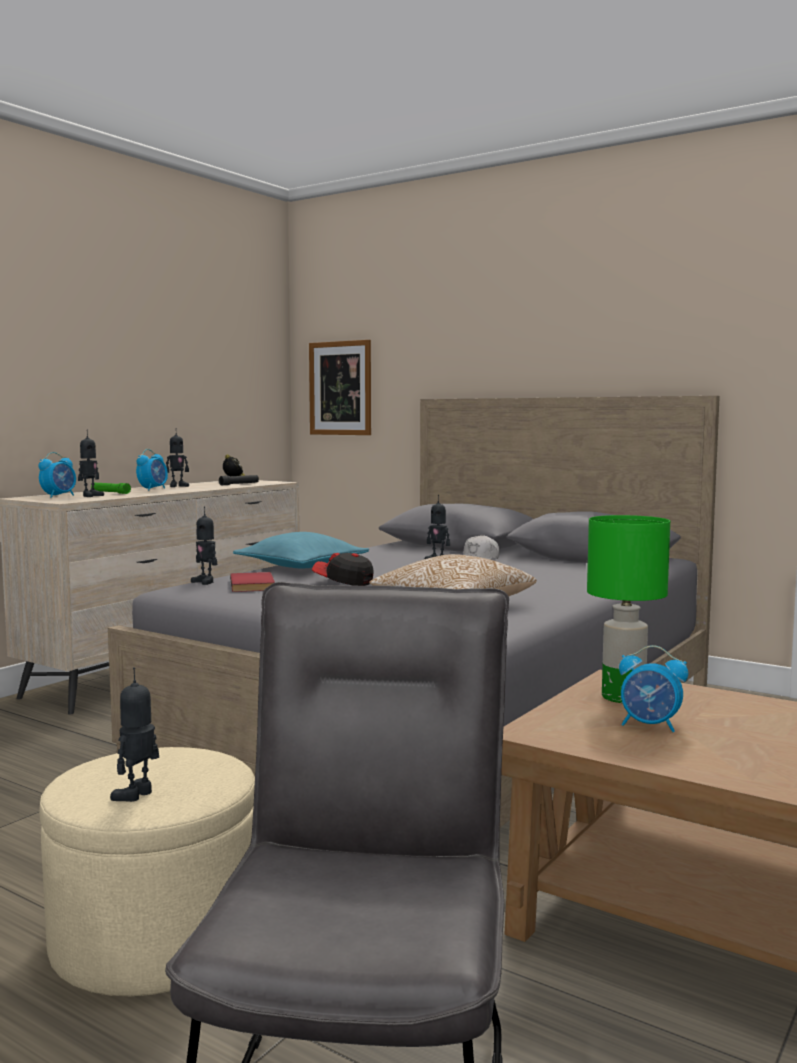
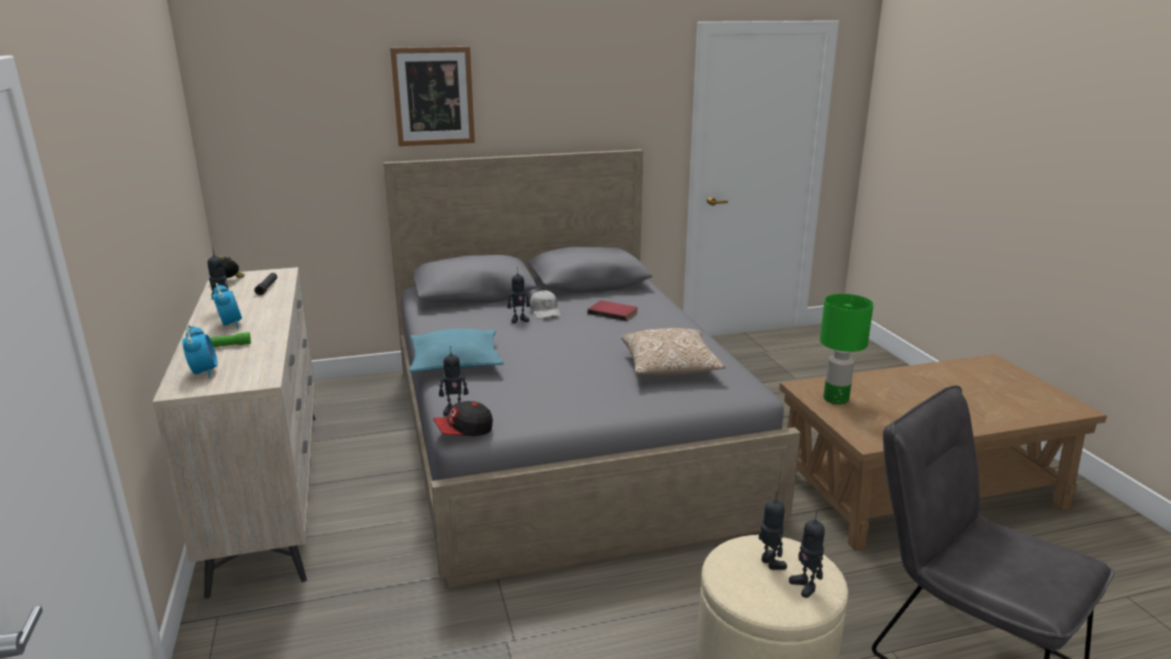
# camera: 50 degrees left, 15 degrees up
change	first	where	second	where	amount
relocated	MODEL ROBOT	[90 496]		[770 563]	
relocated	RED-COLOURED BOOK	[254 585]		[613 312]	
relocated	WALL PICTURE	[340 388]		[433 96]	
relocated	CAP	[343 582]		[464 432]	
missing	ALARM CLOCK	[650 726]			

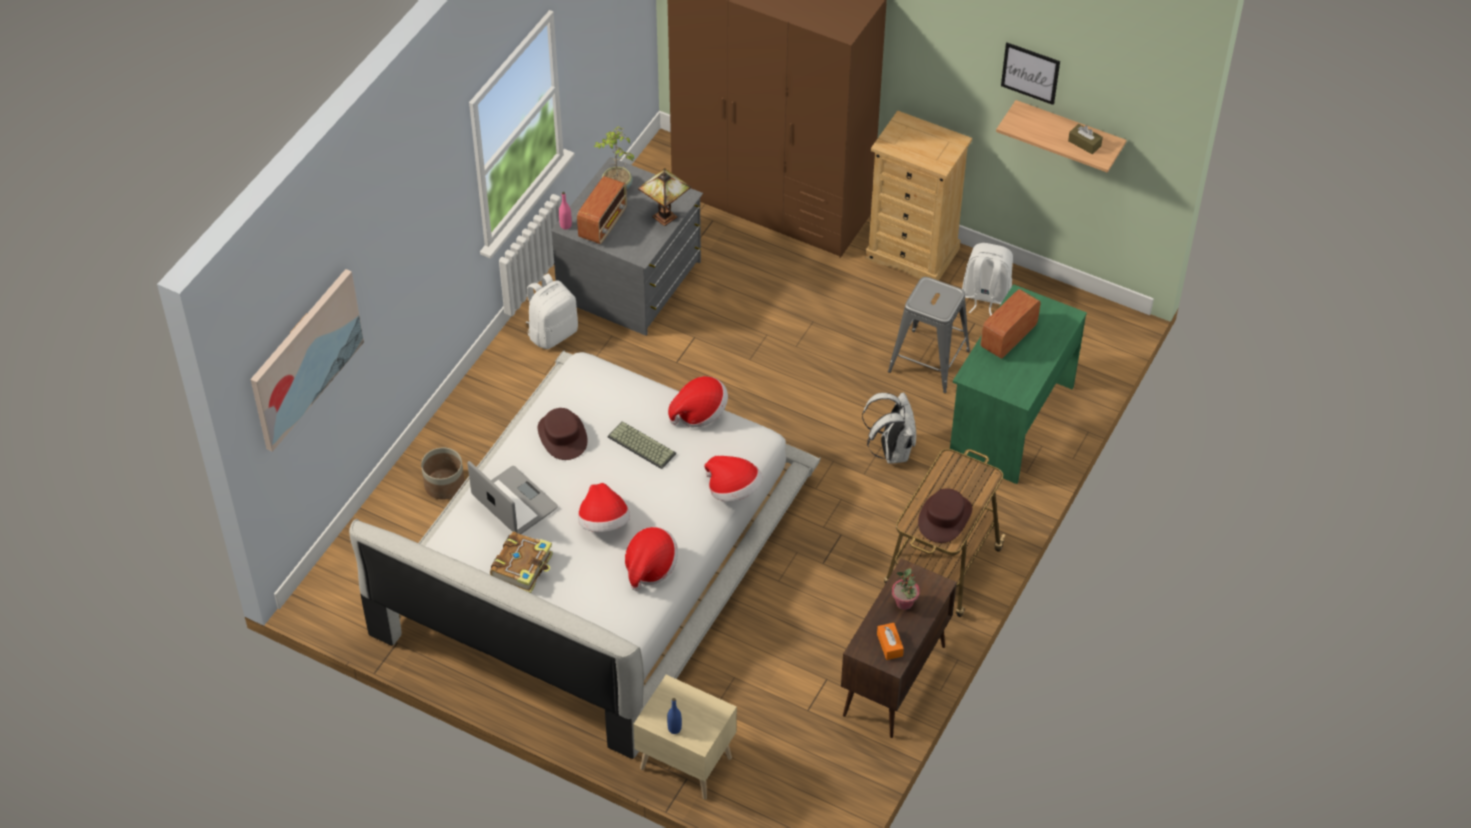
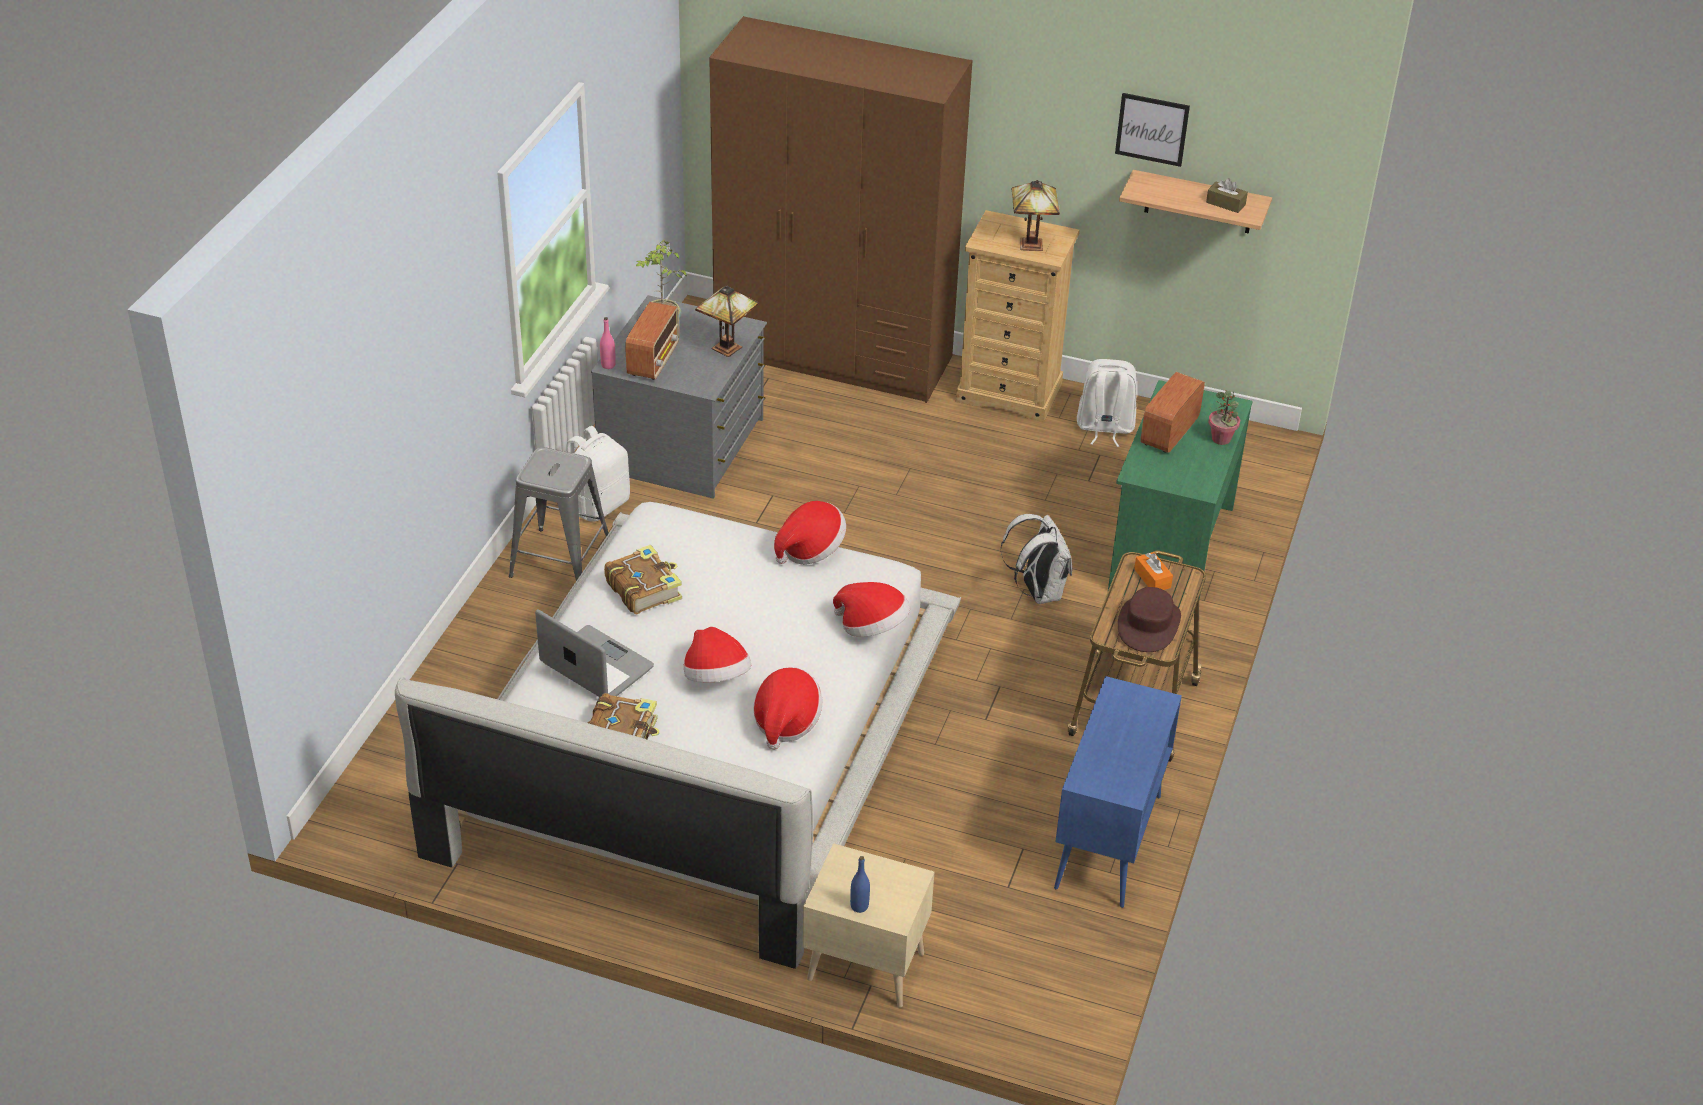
# camera: 10 degrees left, 10 degrees down
change	first	where	second	where	amount
missing	WALL PICTURE	[305 358]			
missing	PLANTER	[444 484]			
exchanged	BROWN CLOTHING HAT	[562 436]	BOOK	[644 588]	
missing	KEYBOARD	[640 446]			
colour	BROWN CABINET	[894 682]	BLUE CABINET	[1108 843]	
relocated	ORANGE BOX OF TISSUES	[889 645]		[1152 578]	
relocated	GRAY SITTING STOOL	[929 361]		[561 561]	
relocated	HOUSEPLANT	[904 603]		[1221 439]	
appeared			TABLETOP LAMP	[1029 243]	

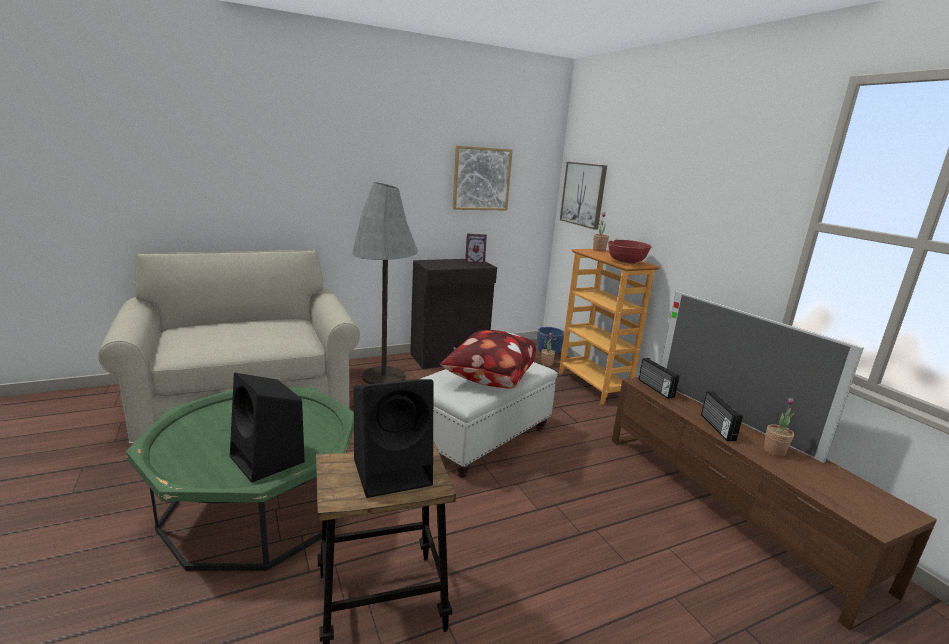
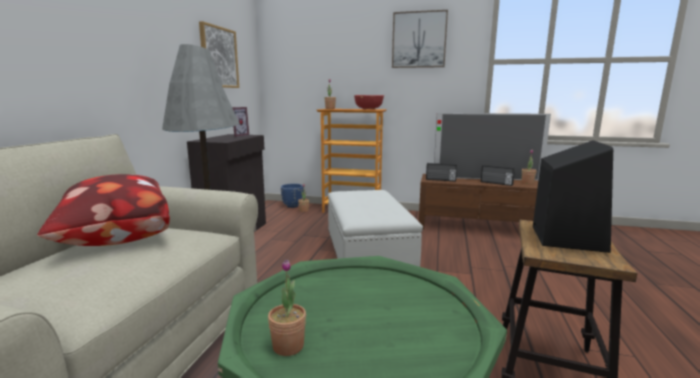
# camera: 50 degrees left, 5 degrees down
change	first	where	second	where	amount
missing	BLACK AUDIO SPEAKER	[268 460]			
relocated	CUSHION	[488 379]		[114 240]	
relocated	WALL PICTURE	[583 194]		[419 40]	
appeared			HOUSEPLANT	[288 346]	

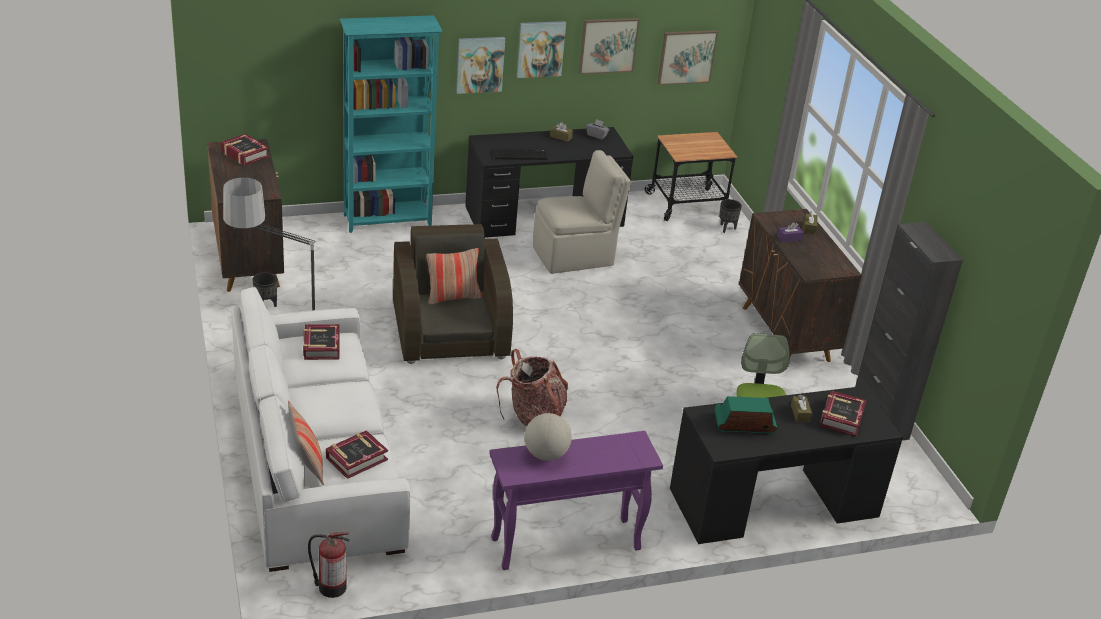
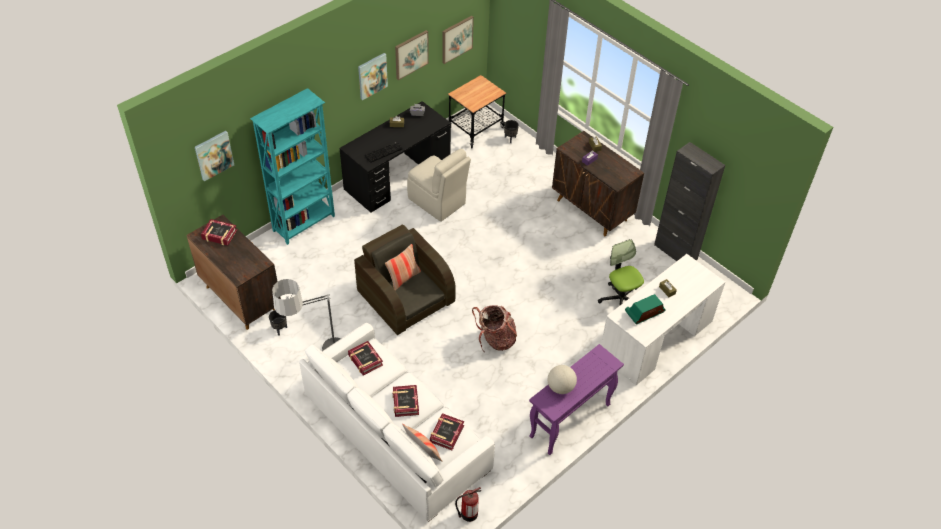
# camera: 25 degrees left, 15 degrees up
change	first	where	second	where	amount
relocated	WALL PICTURE	[480 64]		[214 155]	
spun	BEIGE PLAIN CHAIR	[575 256]		[437 202]	90 degrees clockwise
colour	BLACK DESK	[773 502]	WHITE DESK	[655 337]	
relocated	BOOK	[841 417]		[405 403]	

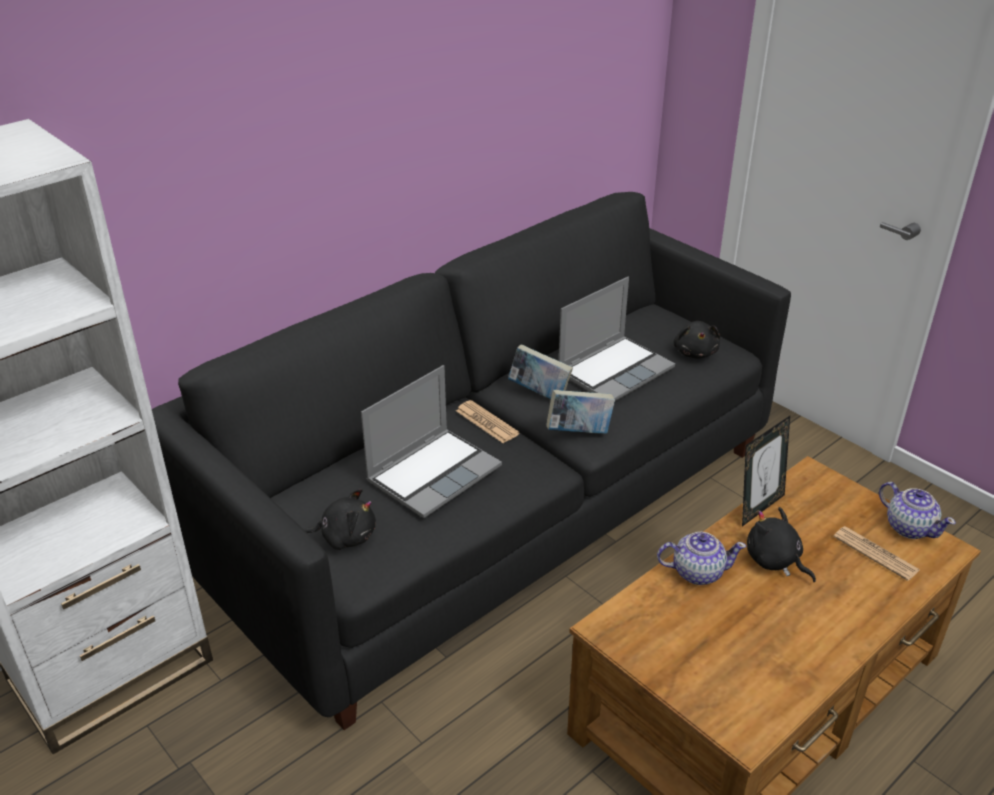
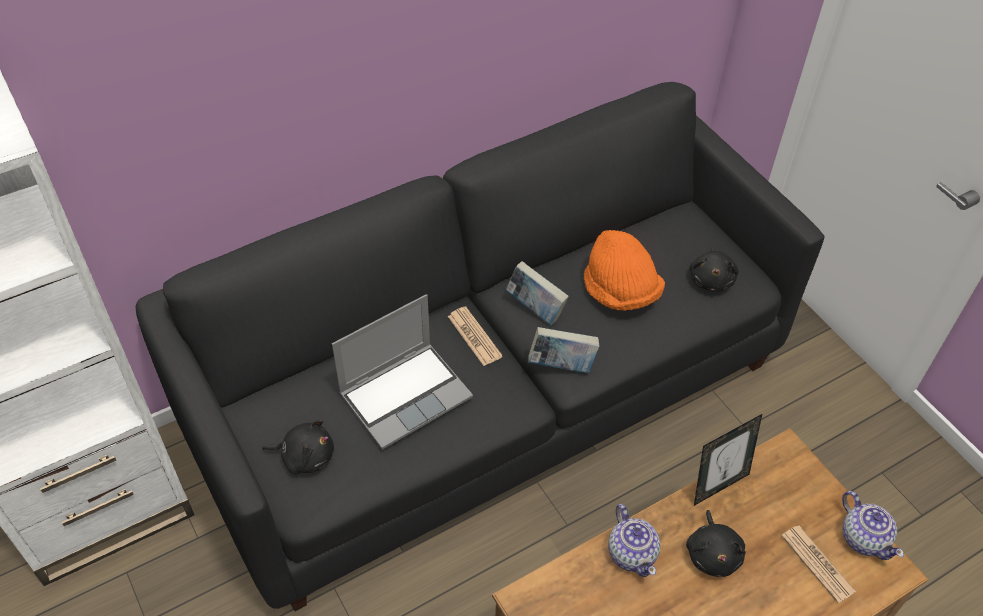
# camera: 10 degrees right, 15 degrees up
change	first	where	second	where	amount
exchanged	NOTEBOOK COMPUTER	[615 370]	ORANGE CLOTHING HAT	[620 292]	
spun	TEA POT	[697 572]		[632 553]	60 degrees clockwise
spun	BLACK CUDDLY TOY	[775 561]		[713 554]	150 degrees counterclockwise

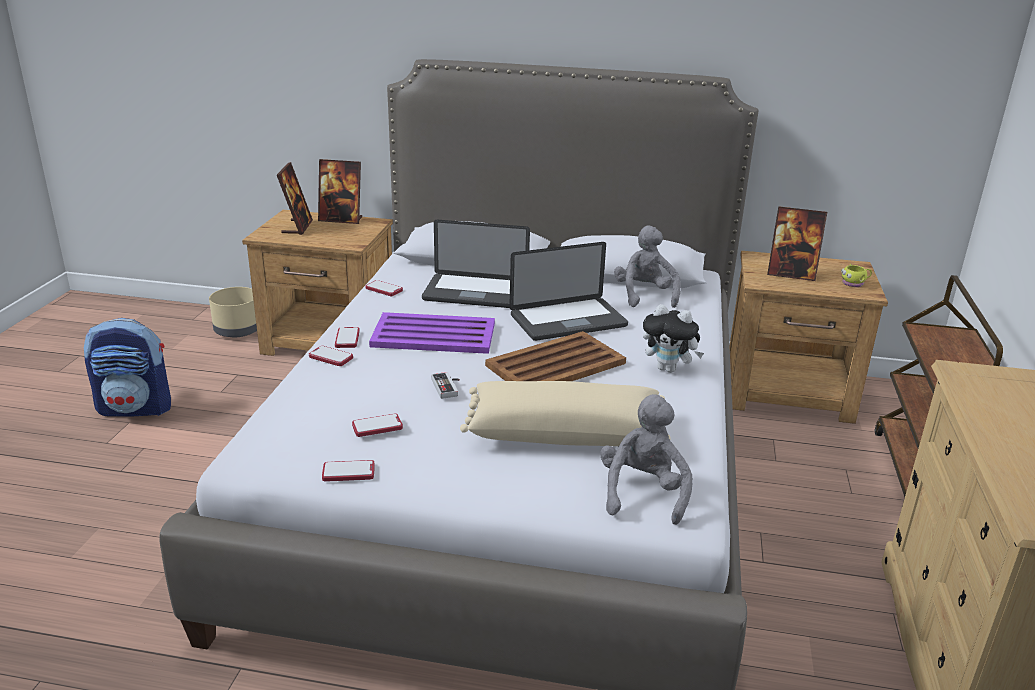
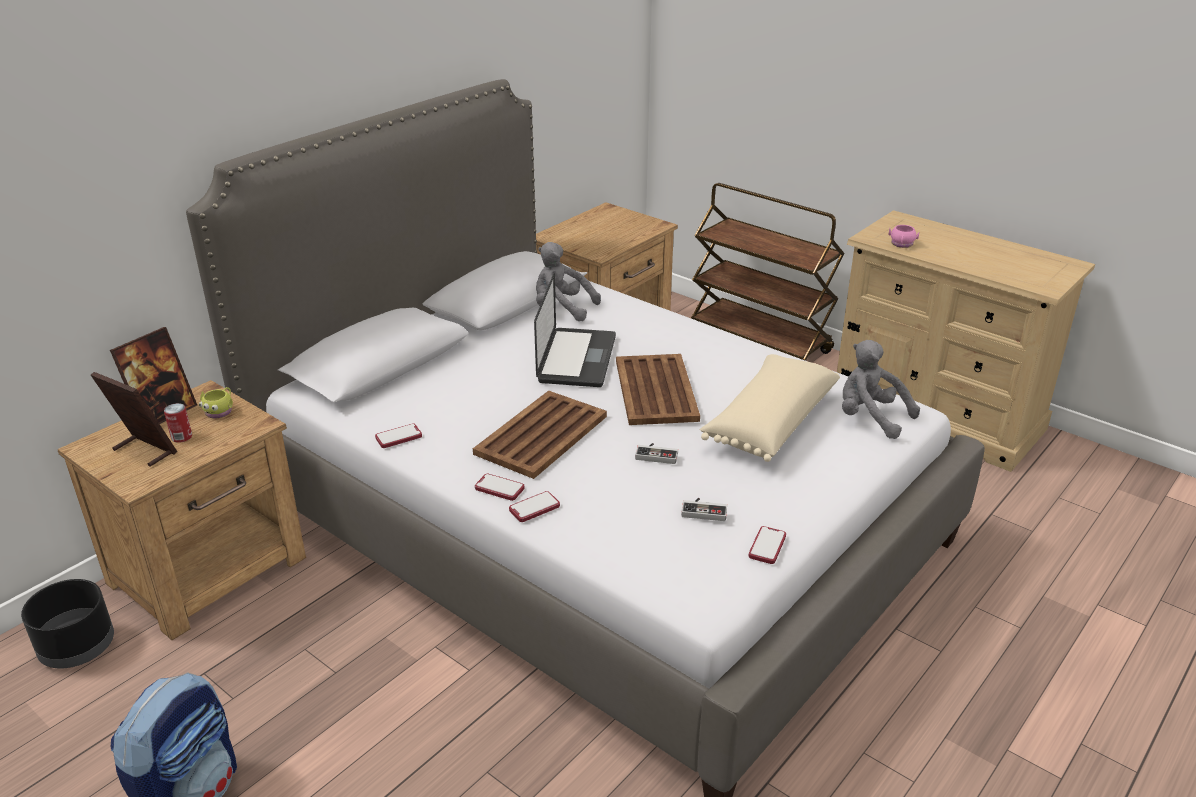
# camera: 60 degrees left, 5 degrees up
change	first	where	second	where	amount
colour	BEIGE PLANTER	[237 330]	BLACK PLANTER	[77 647]	
exchanged	HANDSET	[377 426]	JOYPAD	[704 510]	
colour	PURPLE TRAY	[432 335]	BROWN TRAY	[540 435]	
missing	NOTEBOOK COMPUTER	[475 293]			
missing	CUDDLY TOY	[669 369]			
missing	PICTURE FRAME	[791 274]			
relocated	YELLOWISH COFFEE MUG	[854 283]		[220 411]	
appeared			CAN	[181 437]	
appeared			PINK COFFEE MUG	[901 244]	

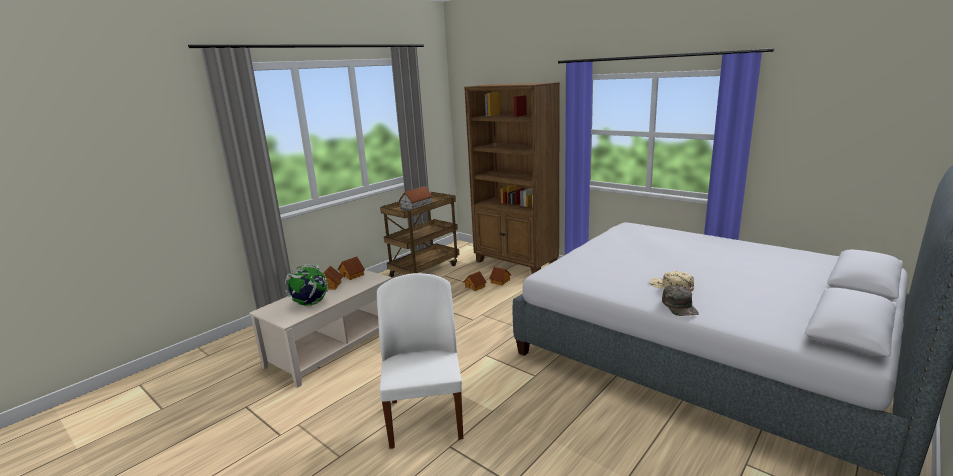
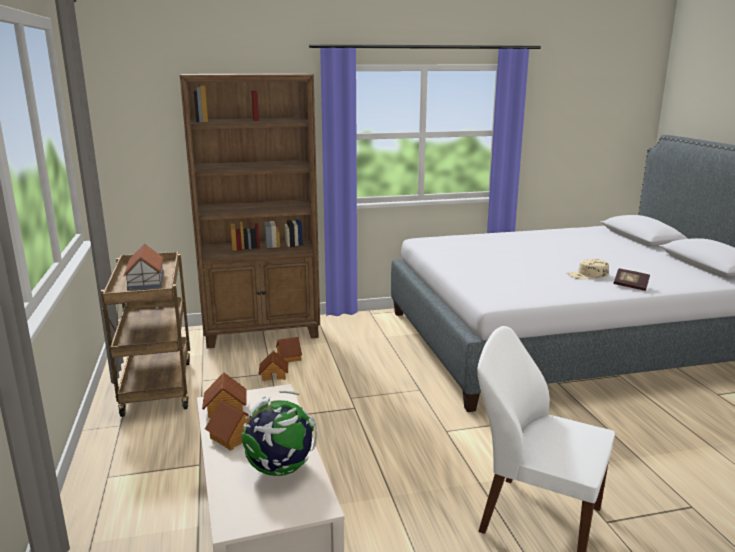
# camera: 55 degrees left, 0 degrees up
change	first	where	second	where	amount
exchanged	GREEN-COLOURED CAP	[680 306]	BOOK	[630 286]	

